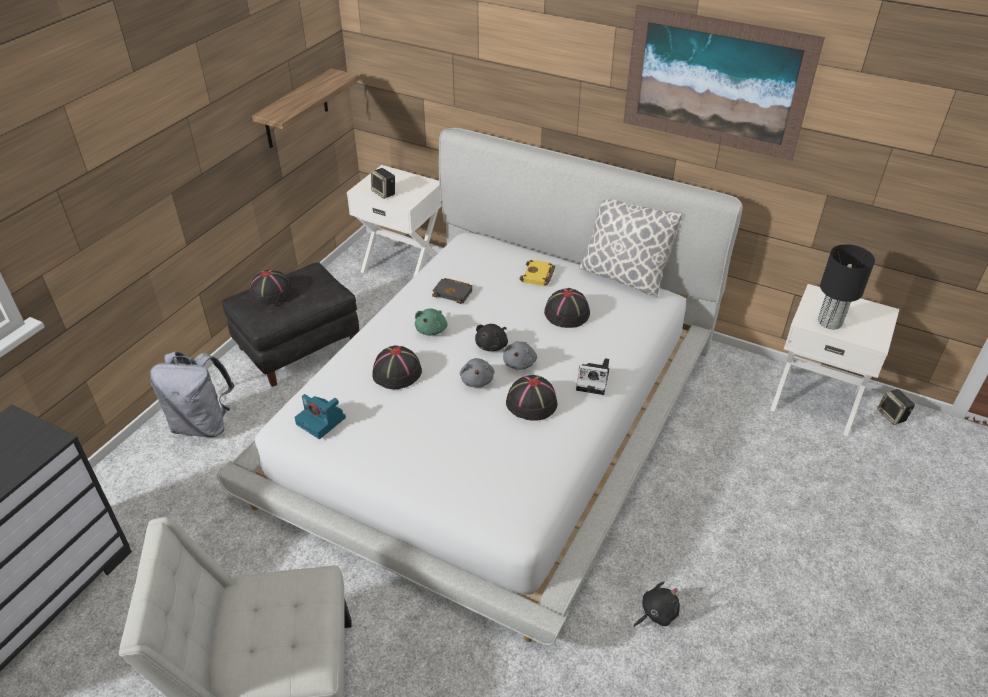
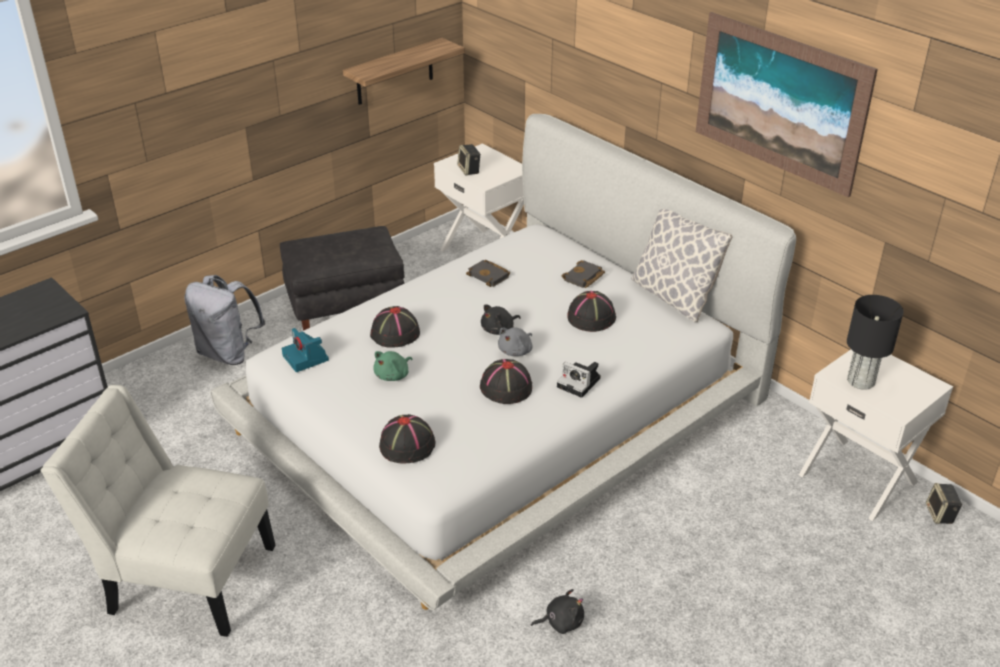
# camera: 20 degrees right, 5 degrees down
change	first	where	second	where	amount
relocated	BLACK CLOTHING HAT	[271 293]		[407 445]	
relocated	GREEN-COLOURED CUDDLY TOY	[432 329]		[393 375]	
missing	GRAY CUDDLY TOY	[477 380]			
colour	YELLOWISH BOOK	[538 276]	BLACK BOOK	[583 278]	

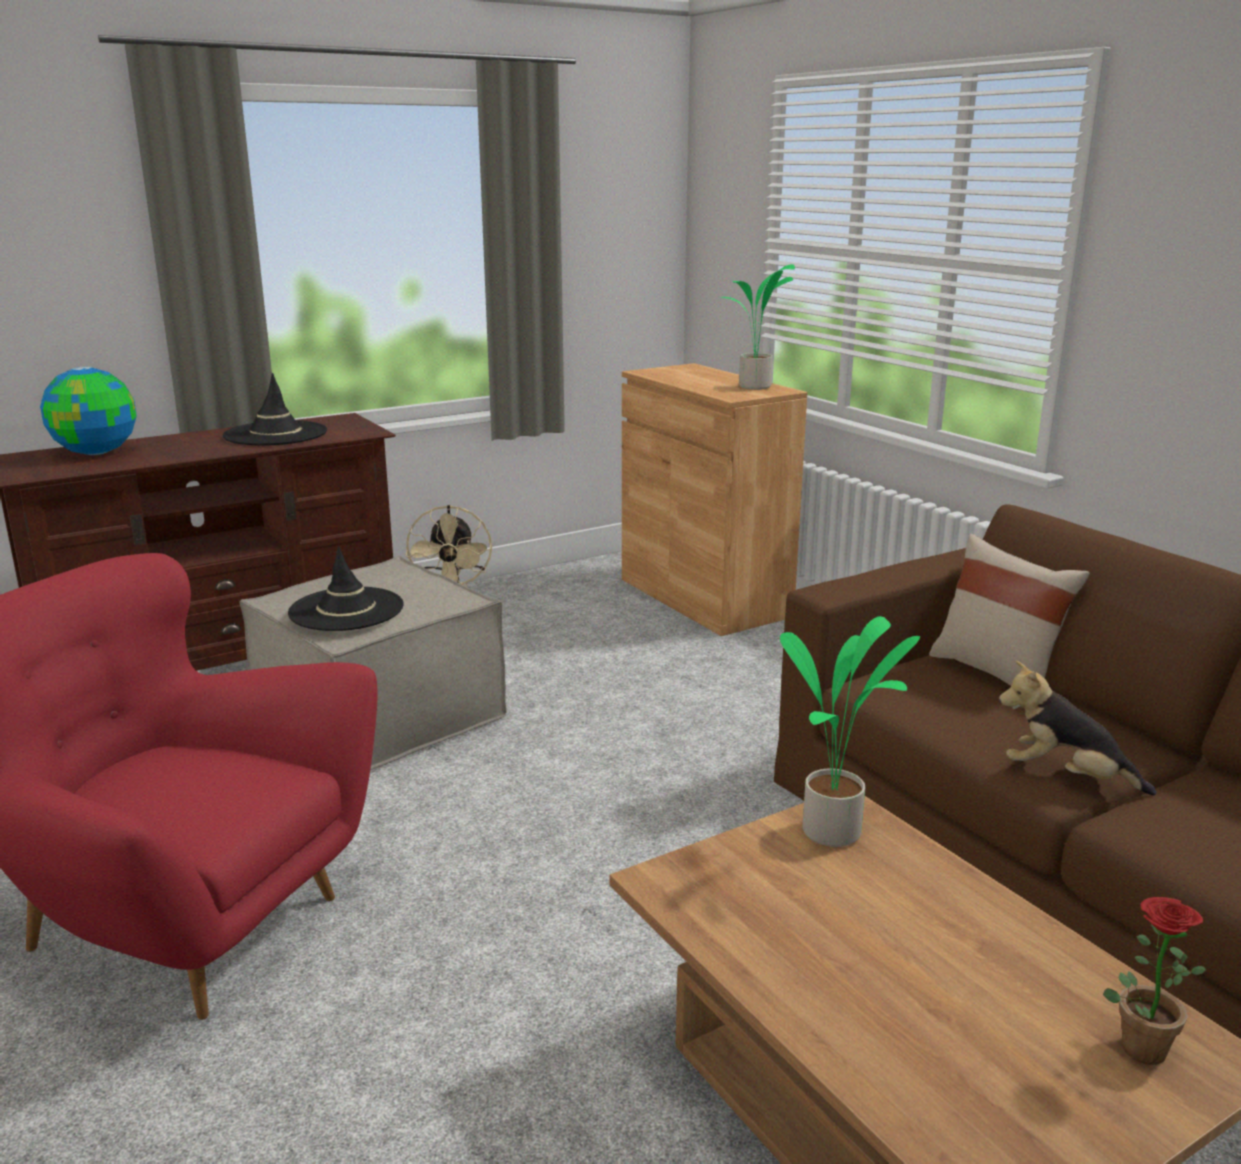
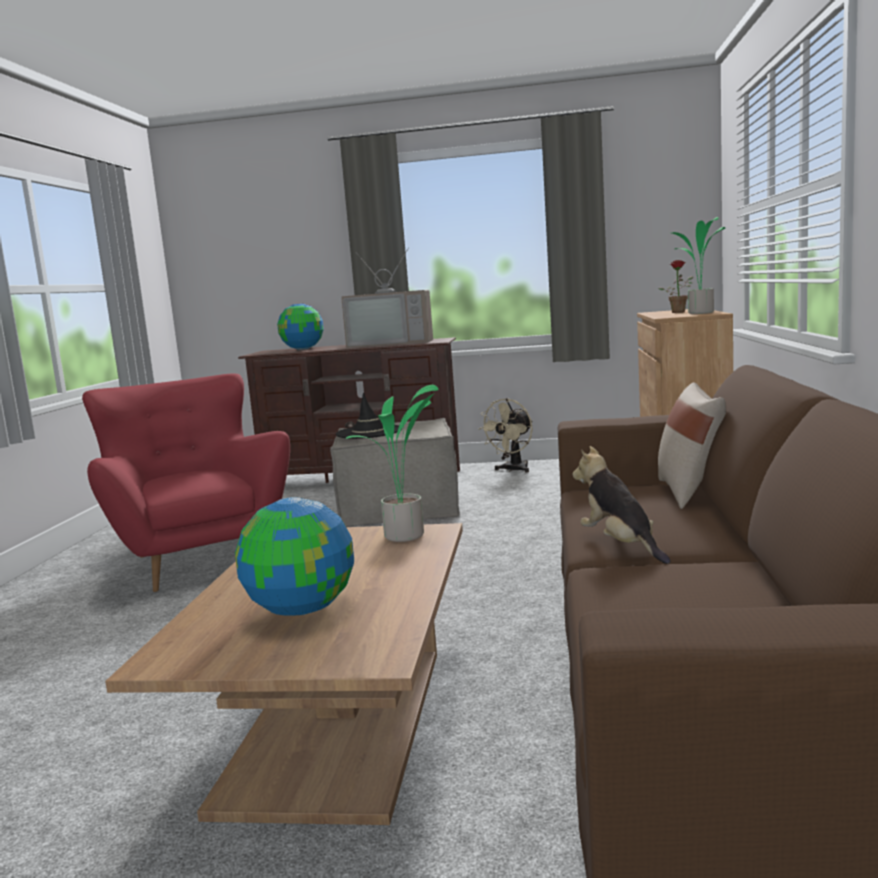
# camera: 40 degrees right, 10 degrees down
change	first	where	second	where	amount
exchanged	BLACK CLOTHING HAT	[275 434]	TV SET	[392 343]	
relocated	HOUSEPLANT	[1139 1042]		[679 312]	
appeared			WORLD GLOBE	[301 610]	

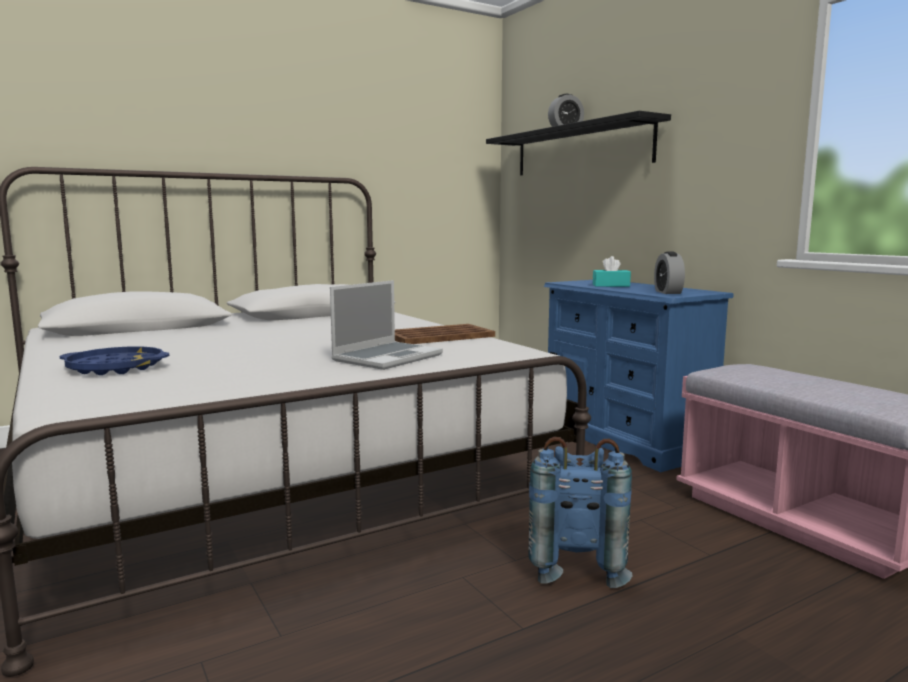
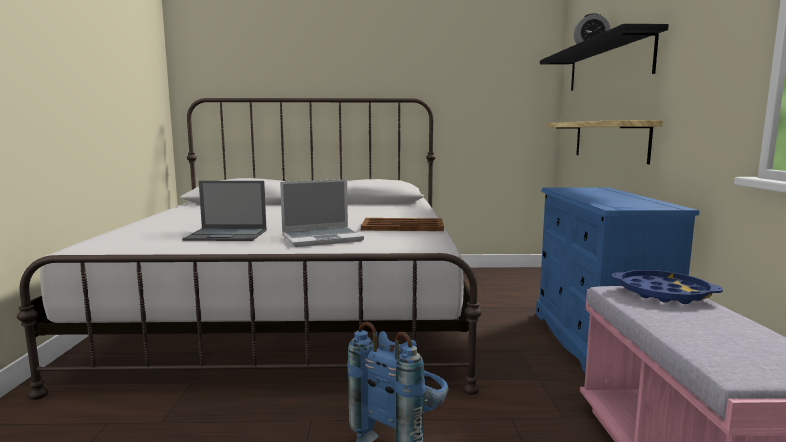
# camera: 30 degrees right, 0 degrees up
change	first	where	second	where	amount
relocated	BLUE TRAY	[116 368]		[663 293]	
missing	BLUE-GREEN BOX OF TISSUES	[611 285]			
missing	ALARM CLOCK	[668 292]			
appeared			NOTEBOOK COMPUTER	[227 235]	
appeared			BRACKET SHELF	[609 140]	

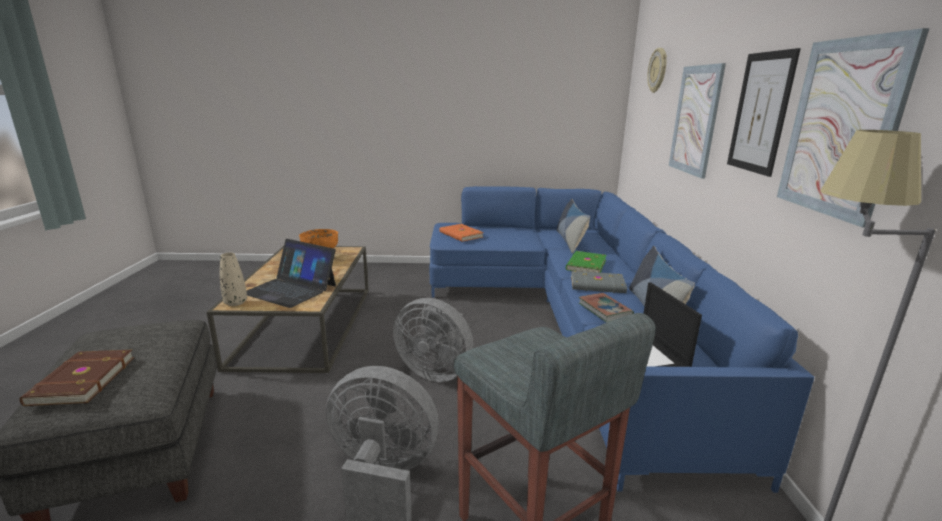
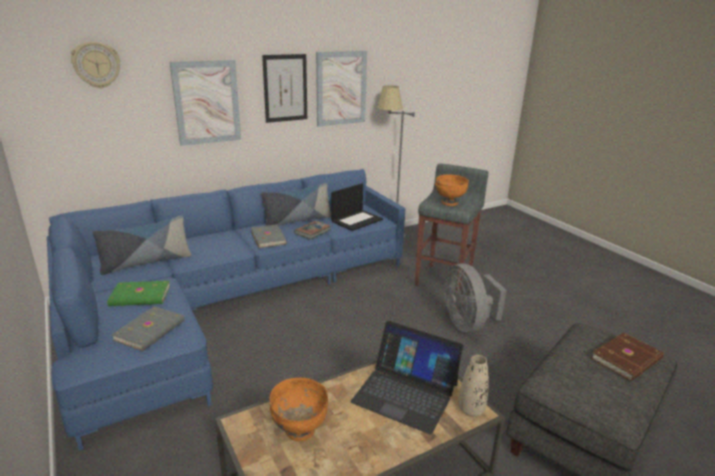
# camera: 120 degrees left, 5 degrees up
change	first	where	second	where	amount
spun	NOTEBOOK COMPUTER	[290 289]		[405 392]	120 degrees clockwise
missing	GRAY FAN	[436 371]			
colour	ORANGE BOOK	[460 235]	GRAY BOOK	[151 331]	
relocated	GREEN-COLOURED BOOK	[585 265]		[140 296]	
appeared			ORANGE DEEP DISH	[449 203]	

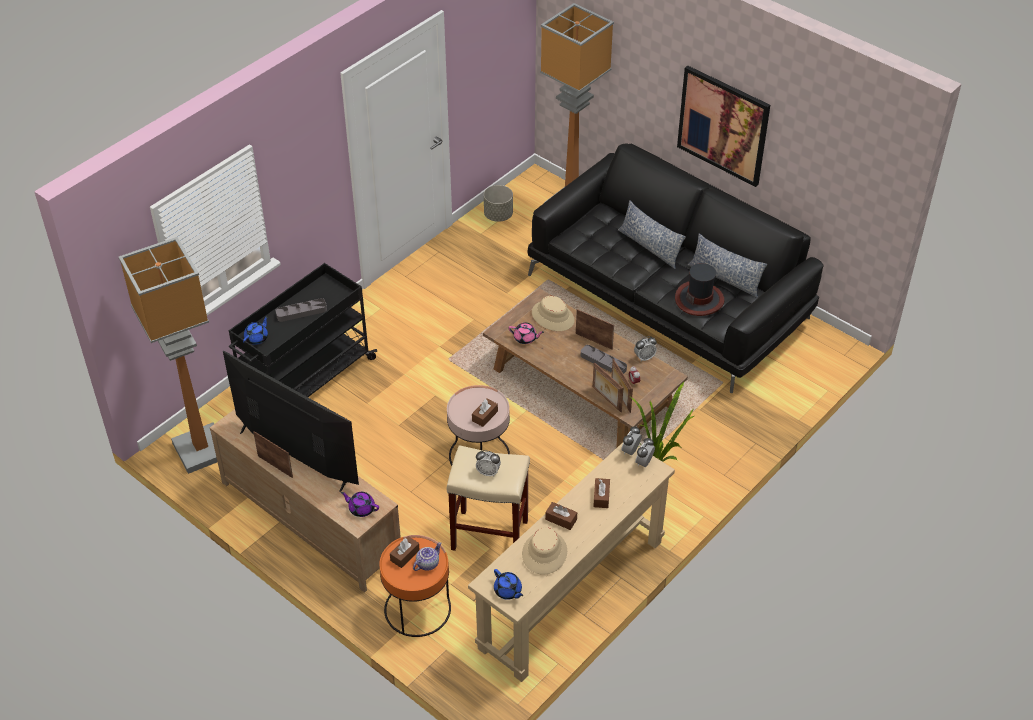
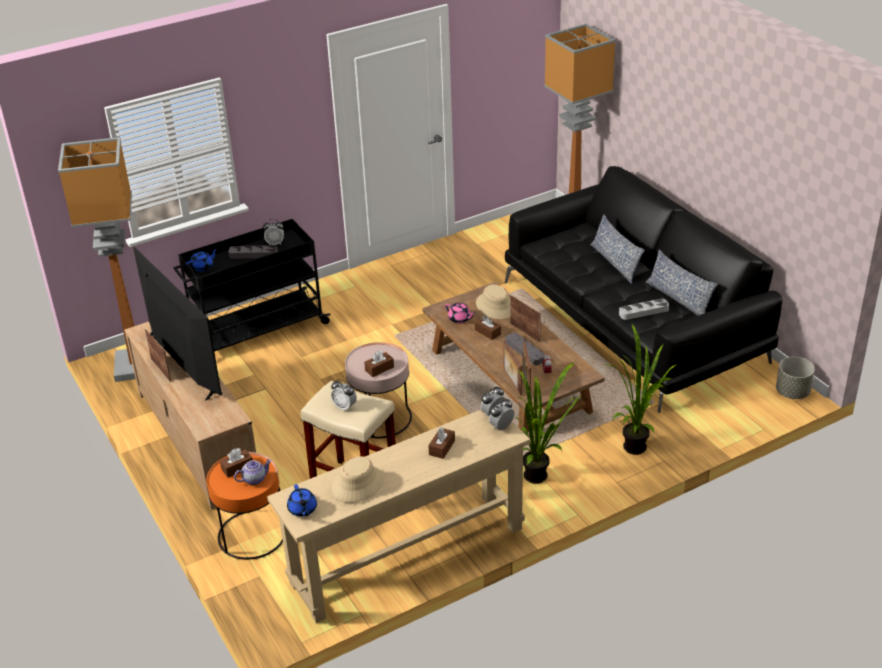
# camera: 20 degrees right, 10 degrees down
change	first	where	second	where	amount
missing	PURPLE TEA POT	[361 508]			
relocated	GRAY PLANTER	[498 215]		[792 392]	
relocated	BROWN BOX OF TISSUES	[561 519]		[487 332]	
relocated	ALARM CLOCK	[644 357]		[275 243]	
exchanged	CLOTHING HAT	[699 299]	GRAY TRAY	[643 311]	
missing	WALL PICTURE	[723 125]			
appeared			HOUSEPLANT	[636 444]	

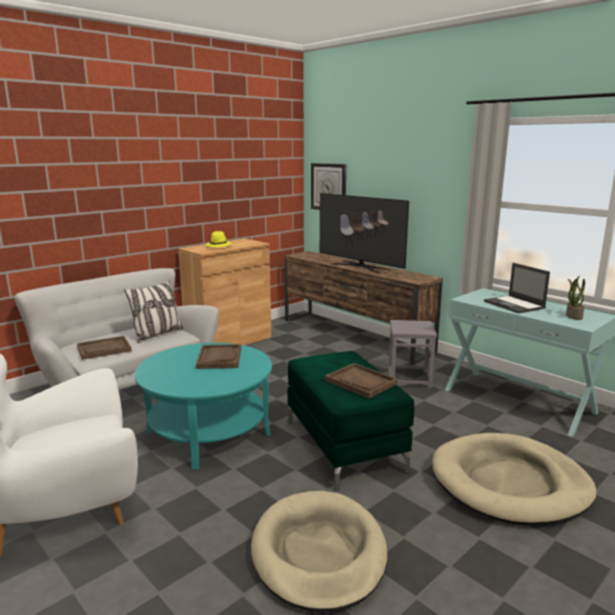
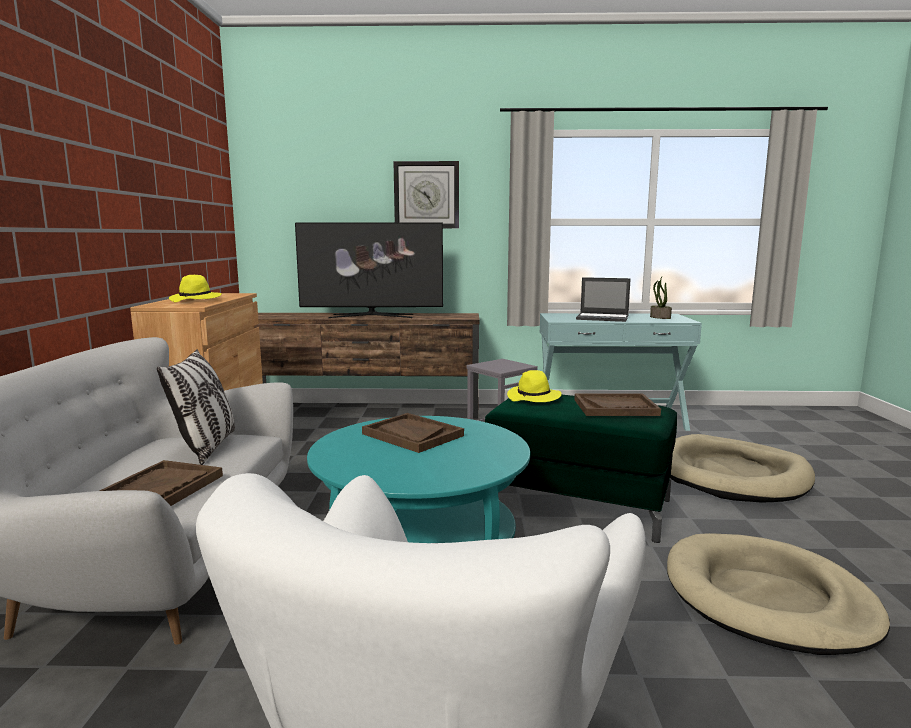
# camera: 45 degrees left, 5 degrees down
change	first	where	second	where	amount
relocated	HANGING CLOCK	[328 187]		[426 195]	
appeared			YELLOWISH CLOTHING HAT	[534 398]	

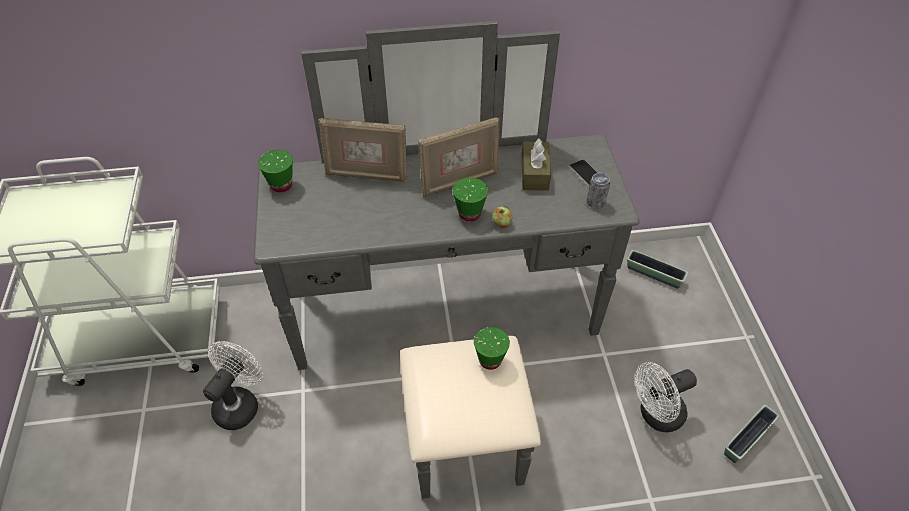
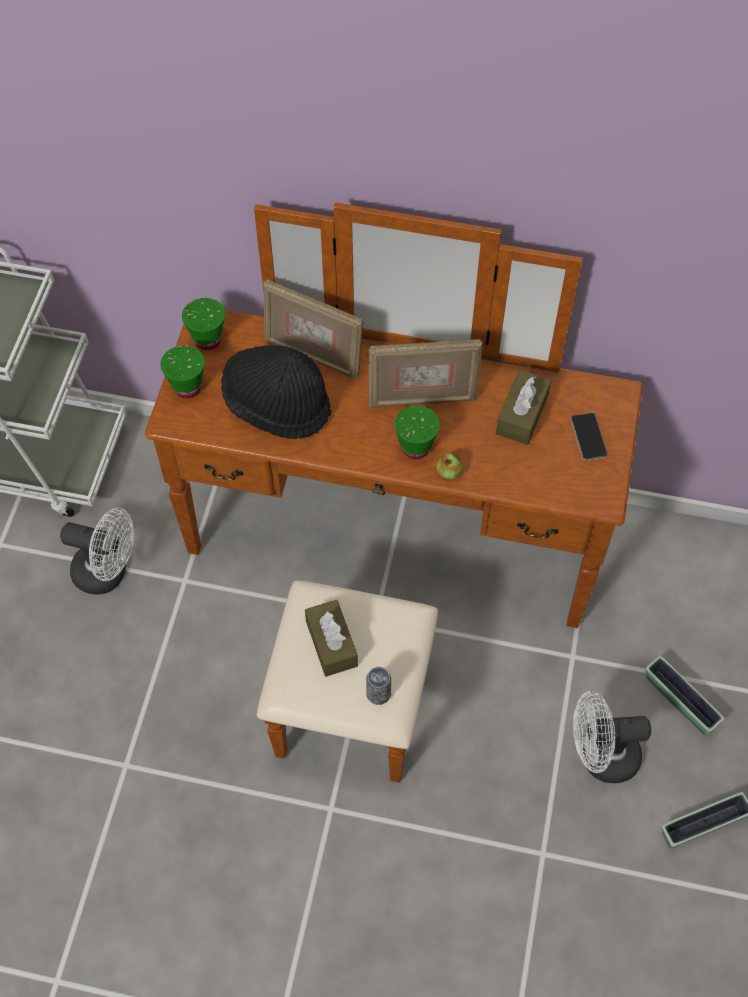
# camera: 20 degrees right, 10 degrees up
change	first	where	second	where	amount
spun	WHITE FAN	[240 403]		[108 573]	60 degrees clockwise
colour	GRAY DRAWER CHEST	[450 338]	BROWN DRAWER CHEST	[385 572]	
relocated	GREEN-COLOURED DRINKING CUP	[490 360]		[187 387]	
relocated	CAN	[595 202]		[378 693]	
relocated	PLANTER	[654 274]		[680 701]	
appeared			BLACK CLOTHING HAT	[277 405]	
appeared			BROWN BOX OF TISSUES	[331 643]	

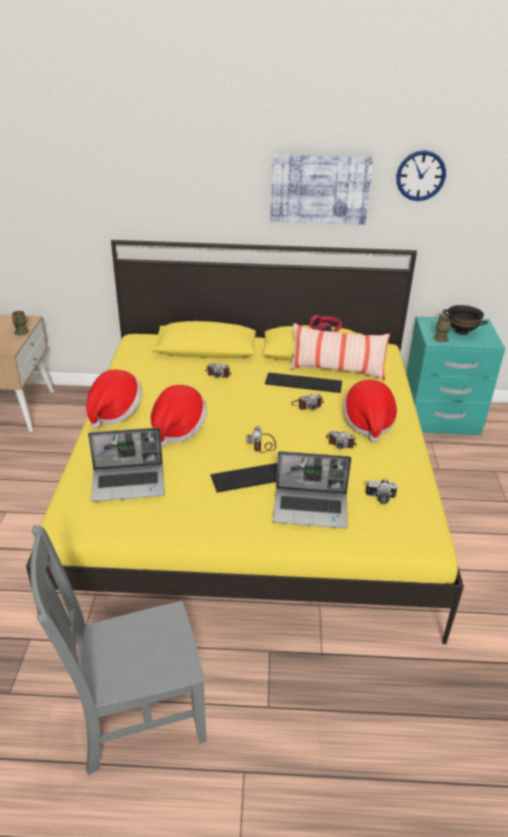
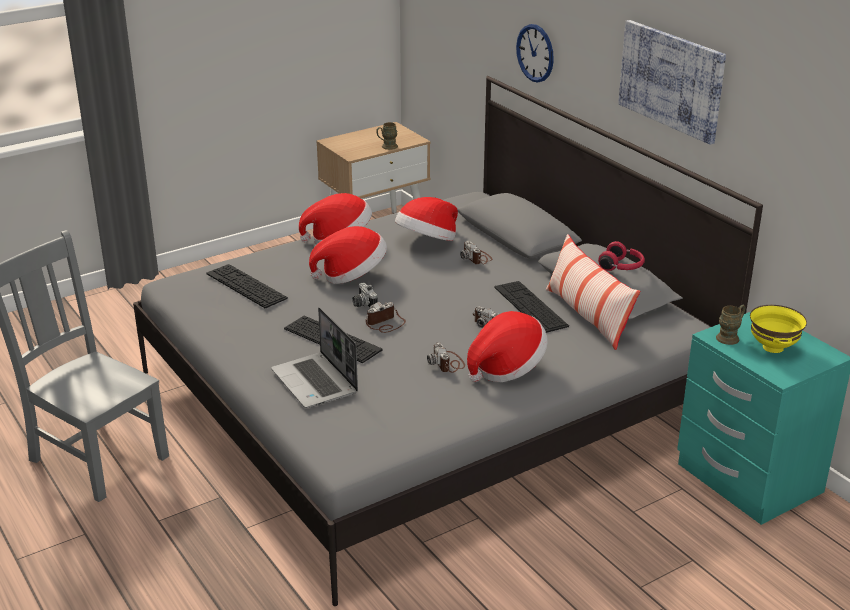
# camera: 55 degrees right, 5 degrees down
change	first	where	second	where	amount
colour	YELLOWISH SLEEPING BED	[252 489]	GRAY SLEEPING BED	[426 399]	
exchanged	NOTEBOOK COMPUTER	[129 483]	KEYBOARD	[246 286]	
relocated	STILL CAMERA	[380 498]		[362 304]	
relocated	HANGING CLOCK	[420 175]		[535 53]	
colour	BLACK DEEP DISH	[461 332]	YELLOWISH DEEP DISH	[773 347]	
appeared			CLOTHING HAT	[427 242]	

